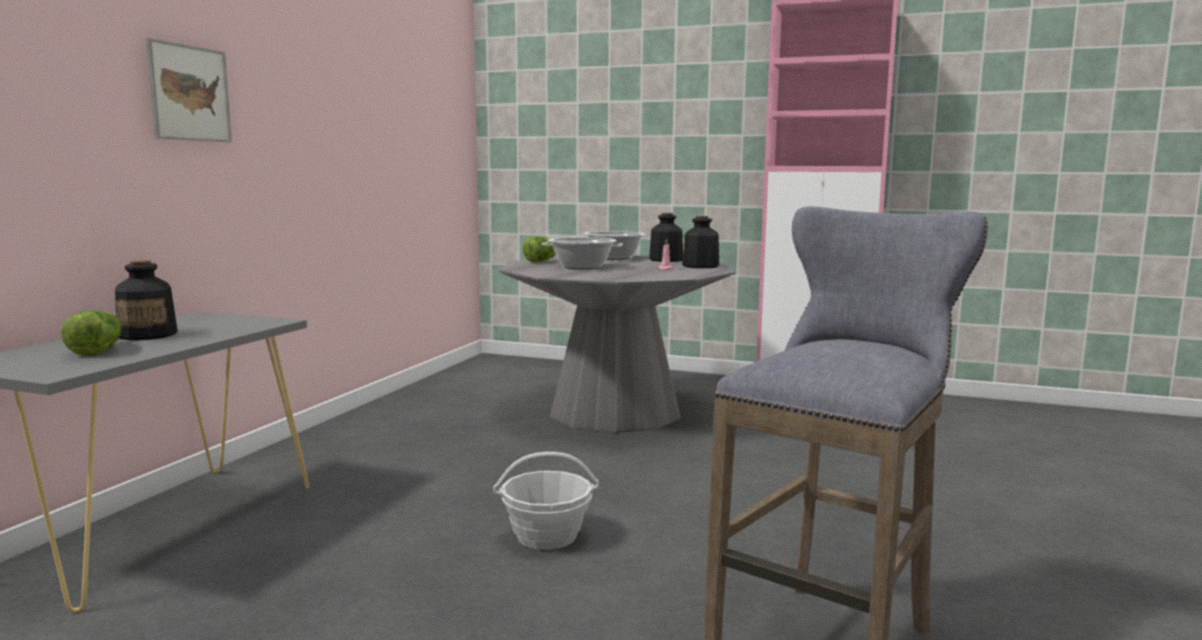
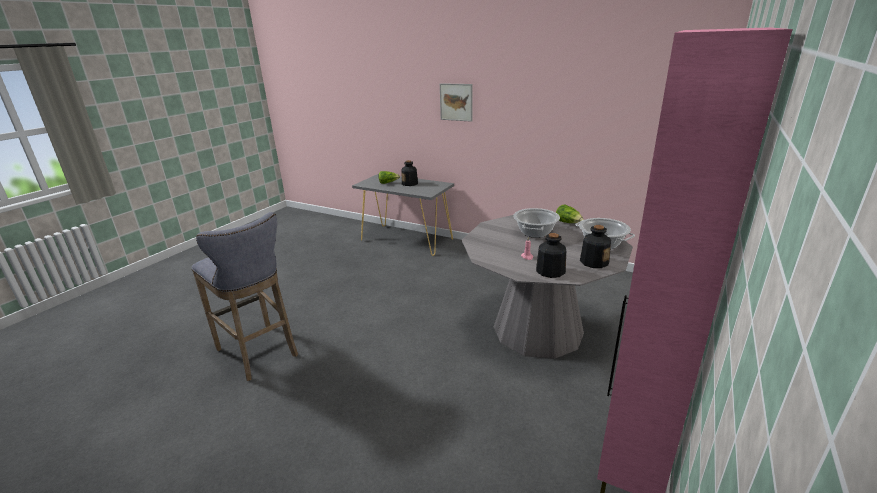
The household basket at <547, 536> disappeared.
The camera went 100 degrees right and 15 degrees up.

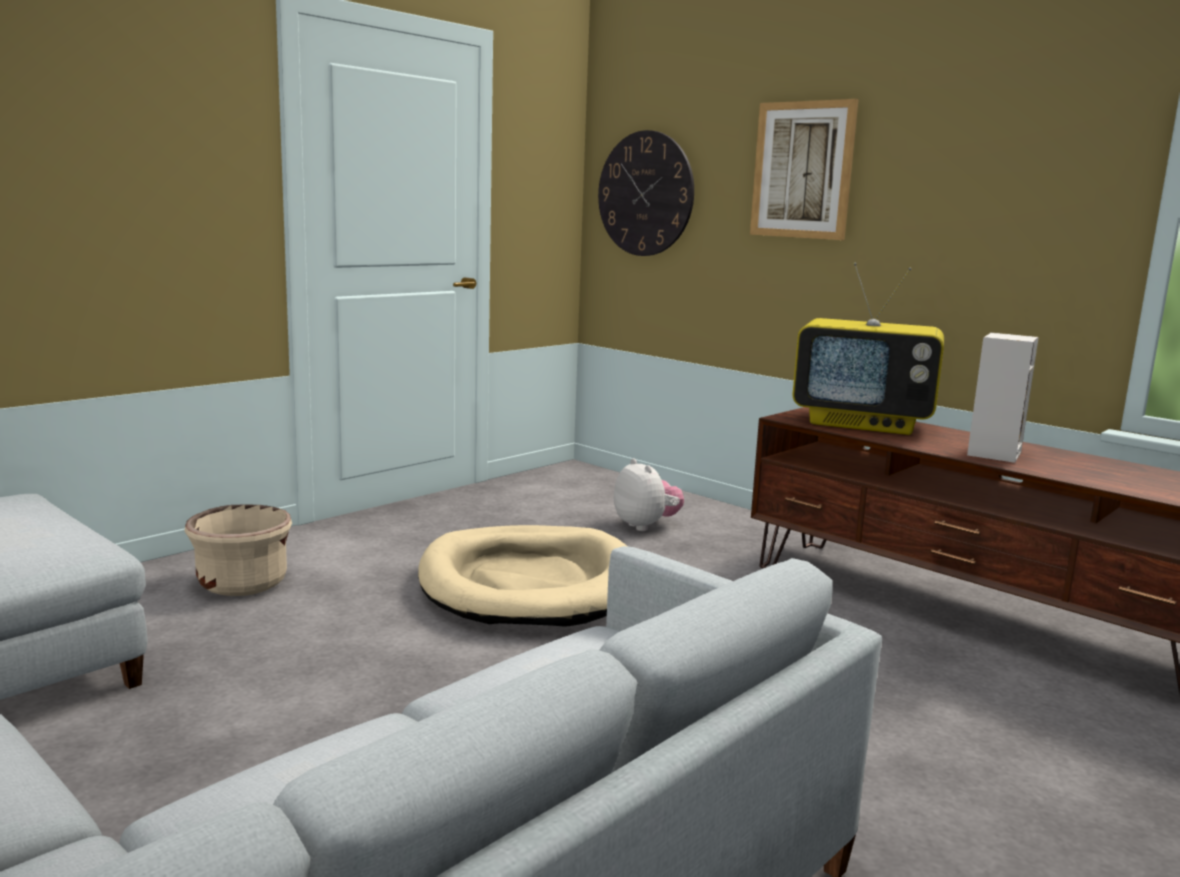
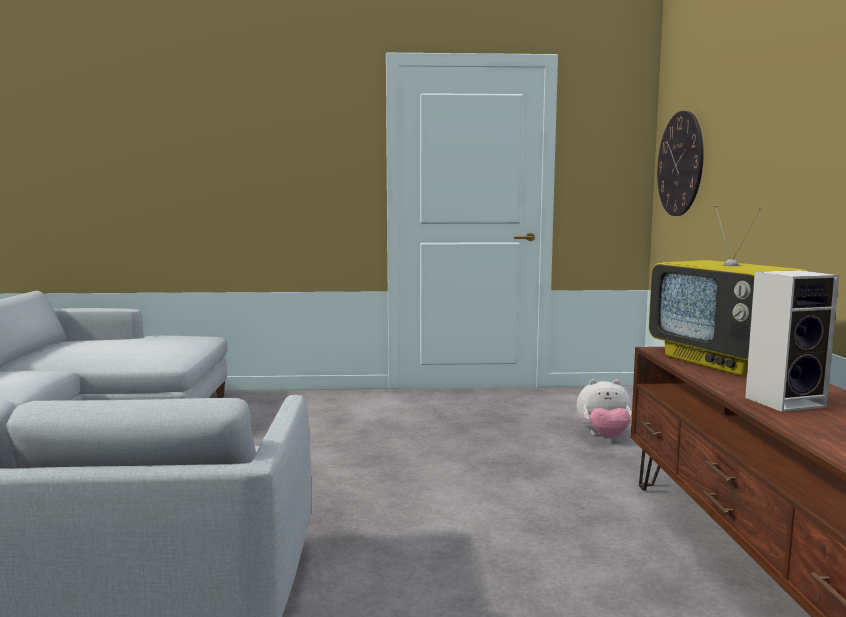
The beige-coloured flower pot at <243, 583> disappeared.
The beige-coloured pet bed at <529, 584> disappeared.
The plush toy at <646, 526> turned 75 degrees clockwise.
The picture at <802, 170> disappeared.
The camera went 45 degrees right and 5 degrees down.

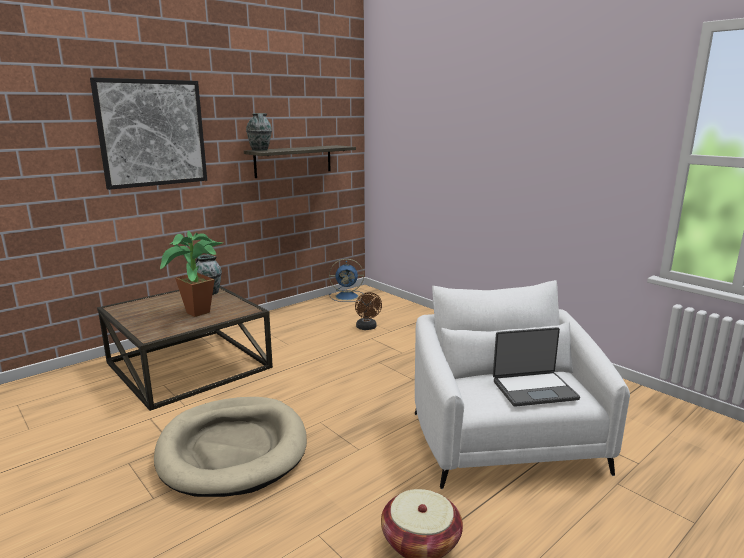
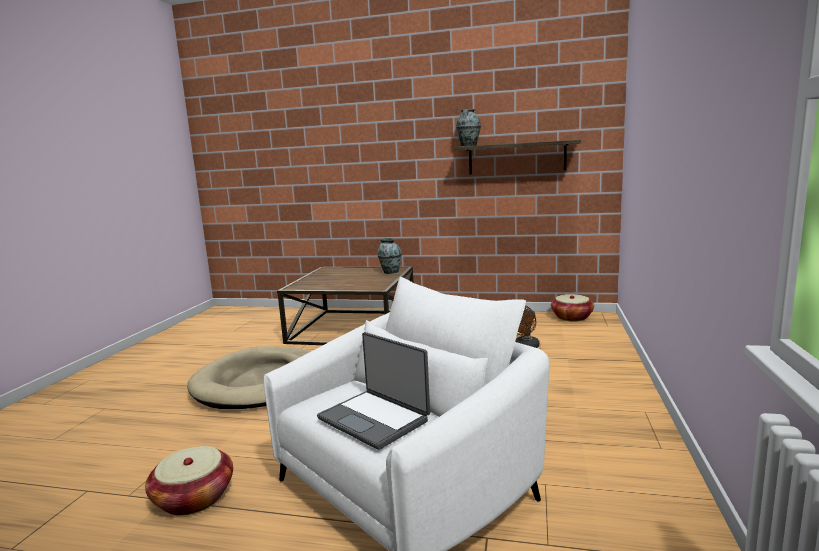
The picture at <152, 133> disappeared.
The houseplant at <198, 314> disappeared.
The blue fan at <348, 296> was replaced by the household basket at <572, 317>.
The camera went 55 degrees right and 5 degrees down.

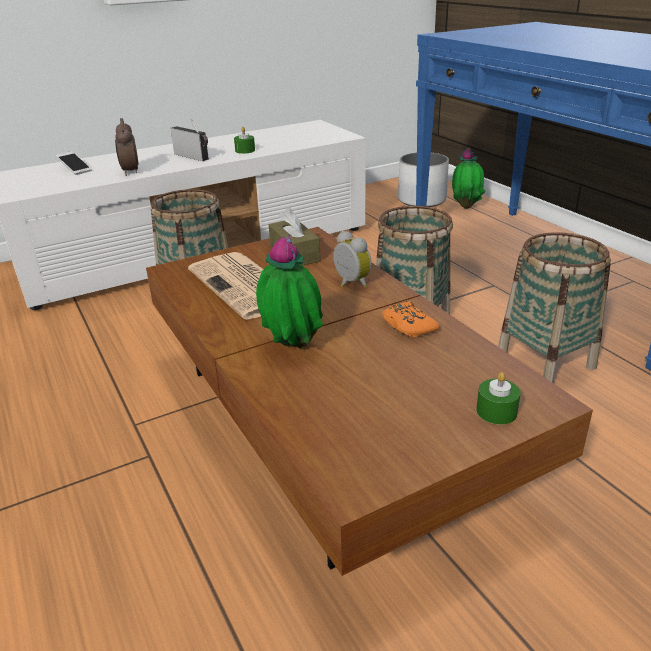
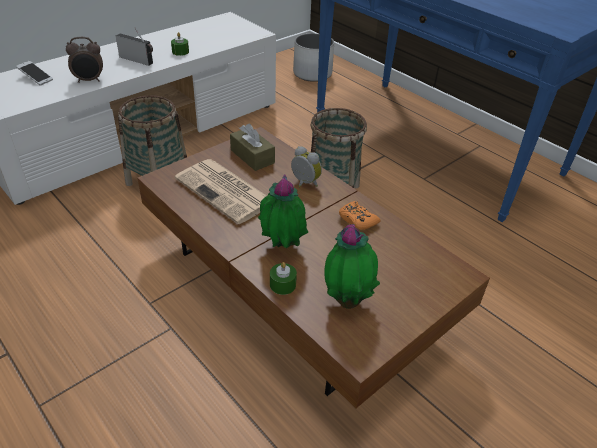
The bedside clock at <130, 172> turned 75 degrees counterclockwise.
The houseplant moved from <466, 206> to <347, 300>.
The green-coloured wax candle moved from <496, 411> to <282, 284>.
The household basket at <546, 361> disappeared.
The camera went 15 degrees left and 10 degrees up.

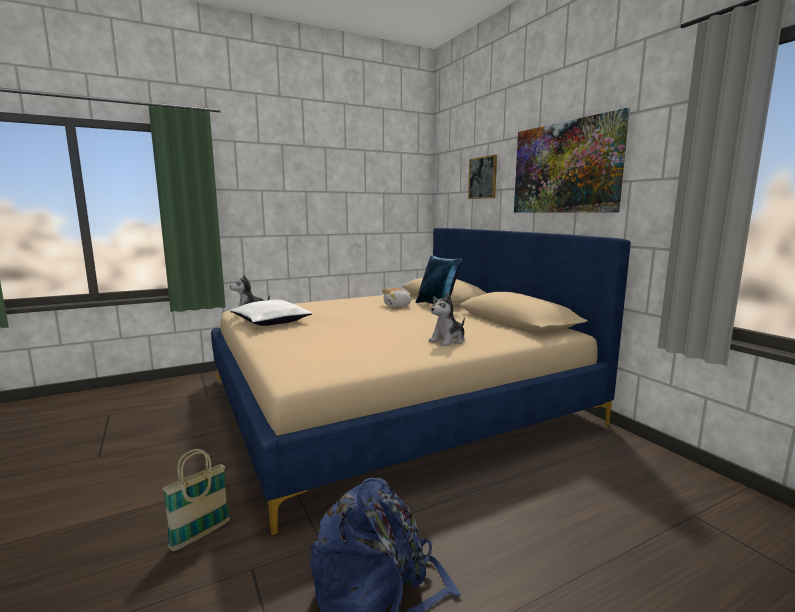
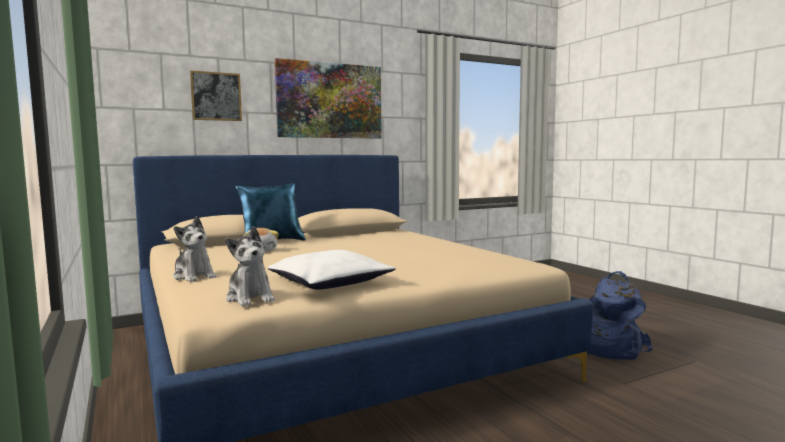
The household basket at <200, 535> disappeared.
The plush toy moved from <448, 341> to <194, 276>.
The camera went 90 degrees left and 5 degrees down.

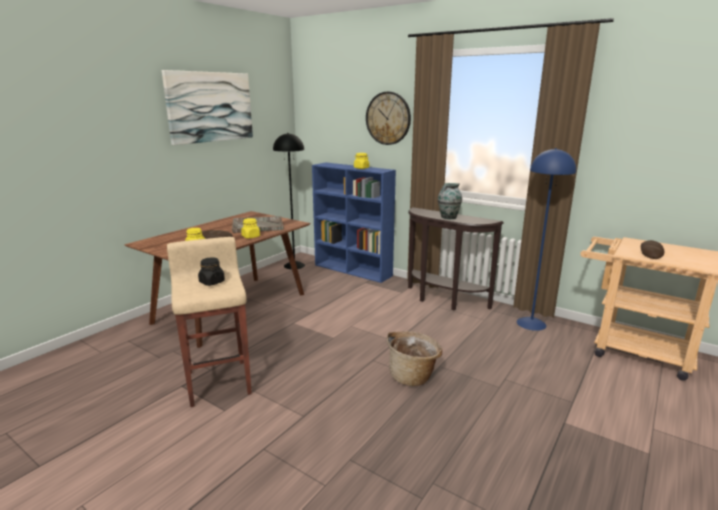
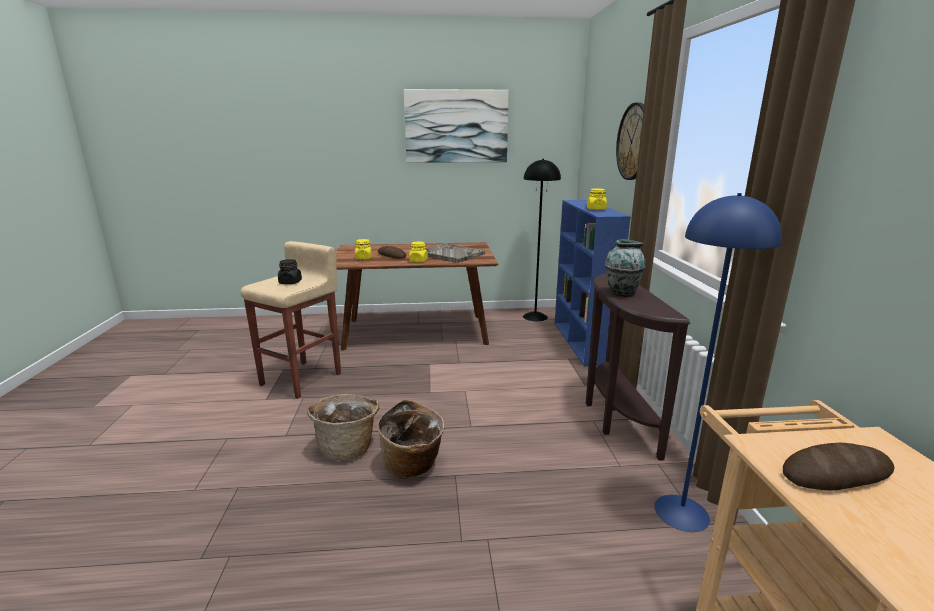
The household basket at <347, 447> appeared.
The camera went 50 degrees right and 0 degrees up.

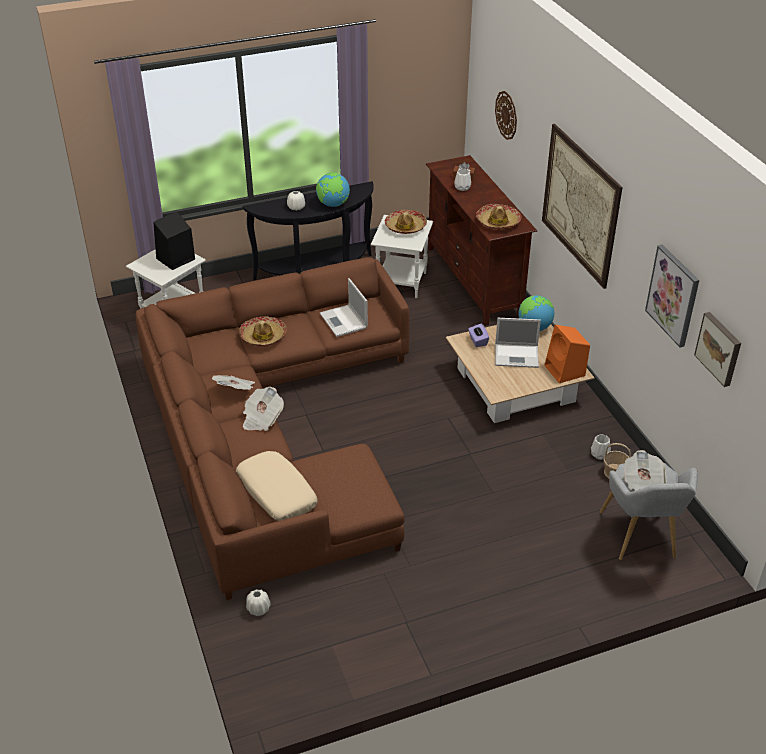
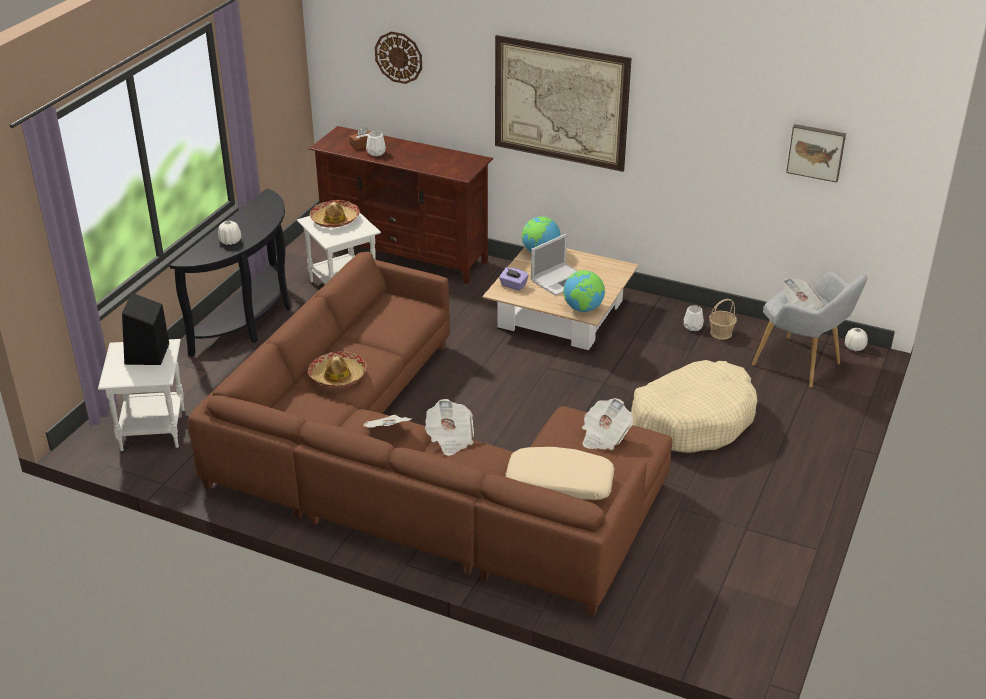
The white-coloured vase moved from <258, 609> to <854, 347>.
The world globe moved from <333, 204> to <583, 309>.
The laptop at <344, 321> disappeared.
The hat at <498, 222> disappeared.
The orange-coloured loudspeaker at <565, 371> disappeared.
The picture at <673, 295> disappeared.
The newspaper at <604, 436> appeared.
The beige-coloured pet bed at <693, 420> appeared.
The camera went 45 degrees left and 5 degrees down.

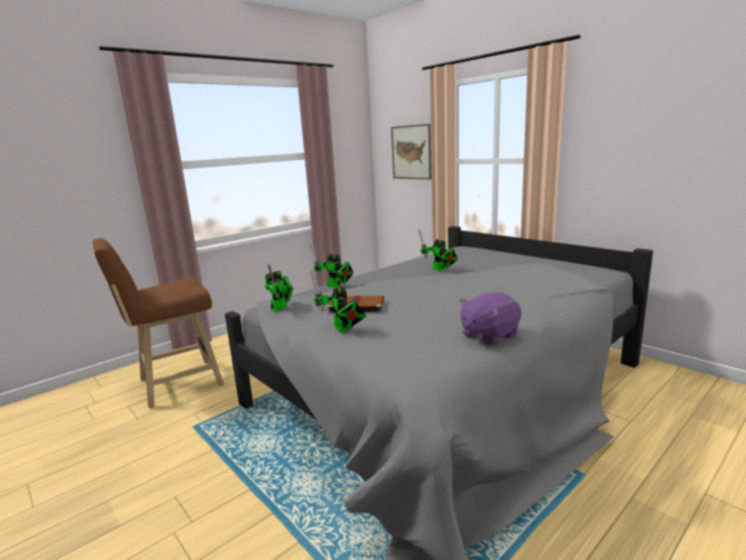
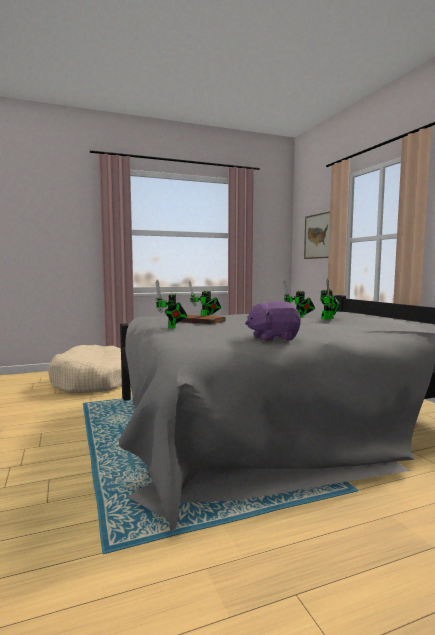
The brownish stool at <175, 384> was replaced by the beige-coloured pet bed at <93, 381>.
The robot figure moved from <281, 308> to <328, 318>.
The camera went 20 degrees right and 10 degrees down.

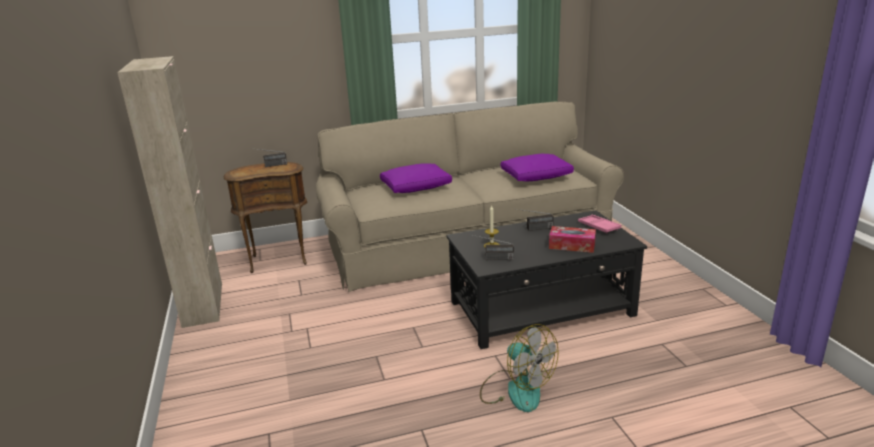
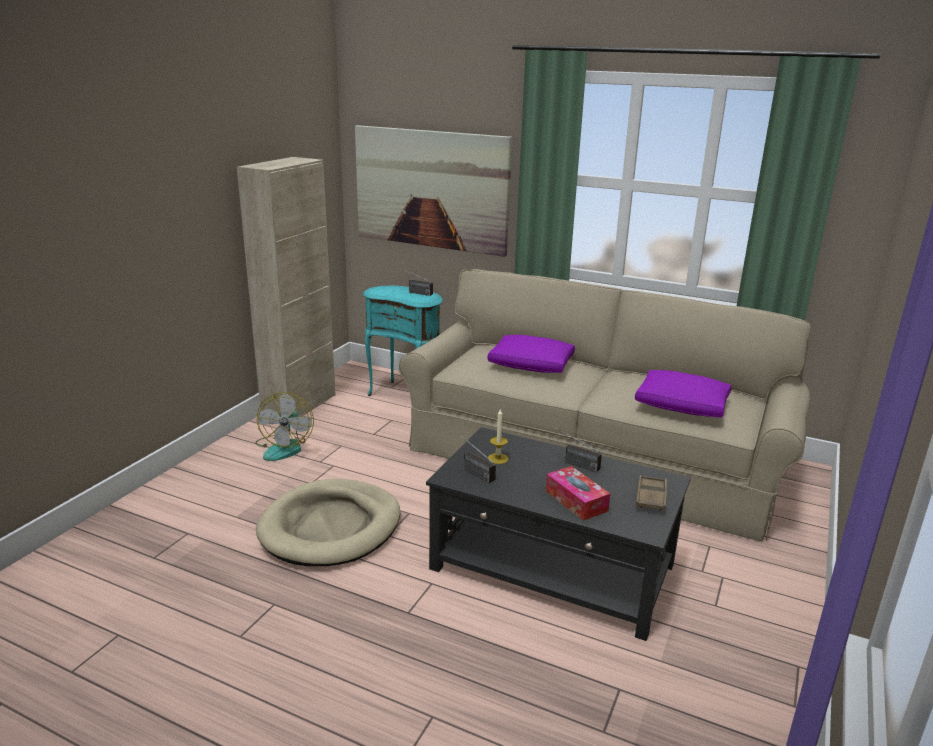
The brownish side table at <278, 259> became the turquoise-coloured side table at <405, 393>.
The fan moved from <516, 389> to <285, 447>.
The pink-coloured serving tray at <598, 227> became the brownish serving tray at <651, 497>.
The beige-coloured pet bed at <331, 527> appeared.
The picture at <431, 189> appeared.
The camera went 40 degrees right and 0 degrees up.

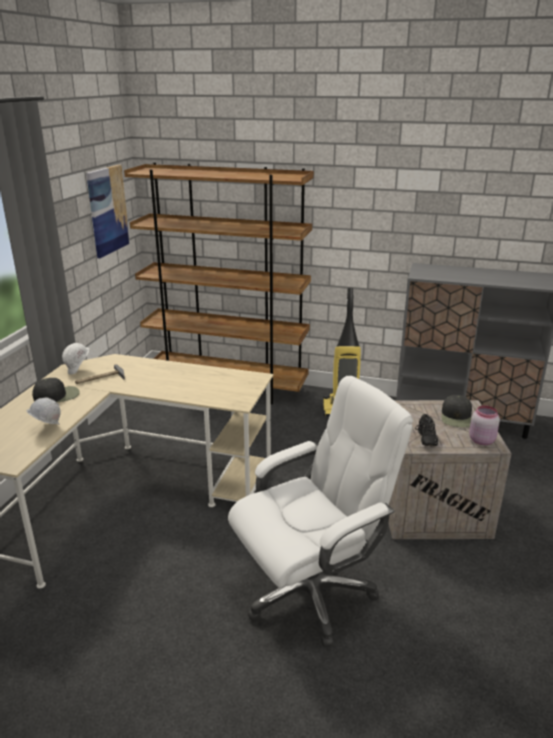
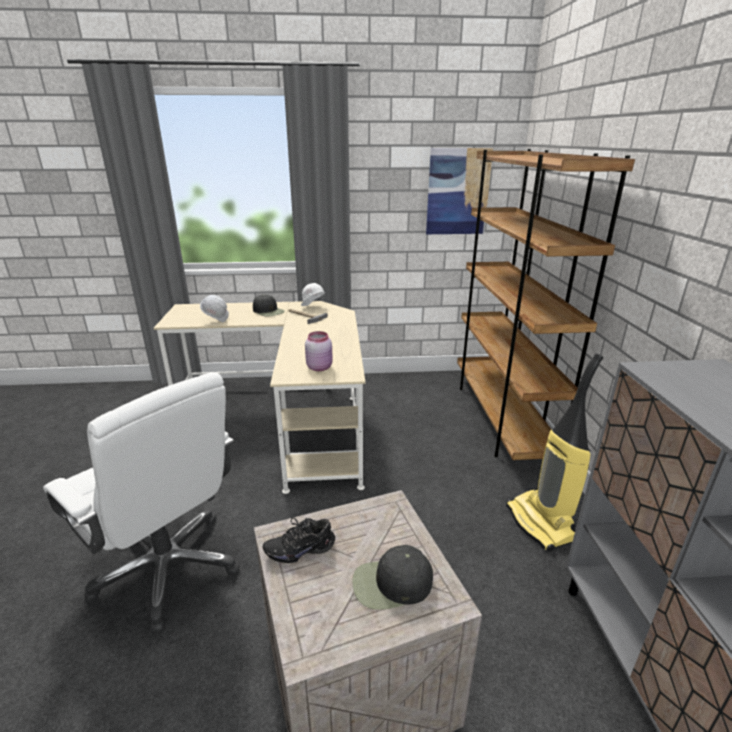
The pink-coloured storage jar moved from <481, 440> to <320, 367>.
The camera went 70 degrees right and 0 degrees up.

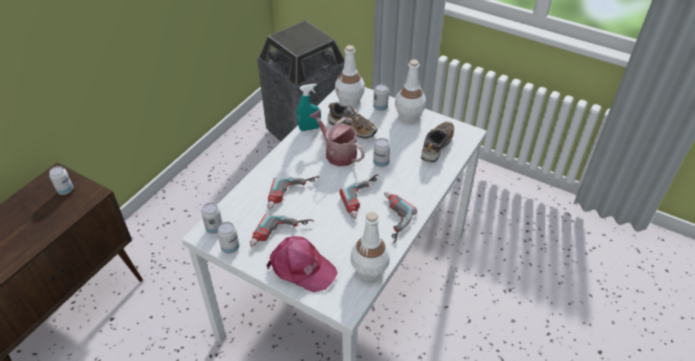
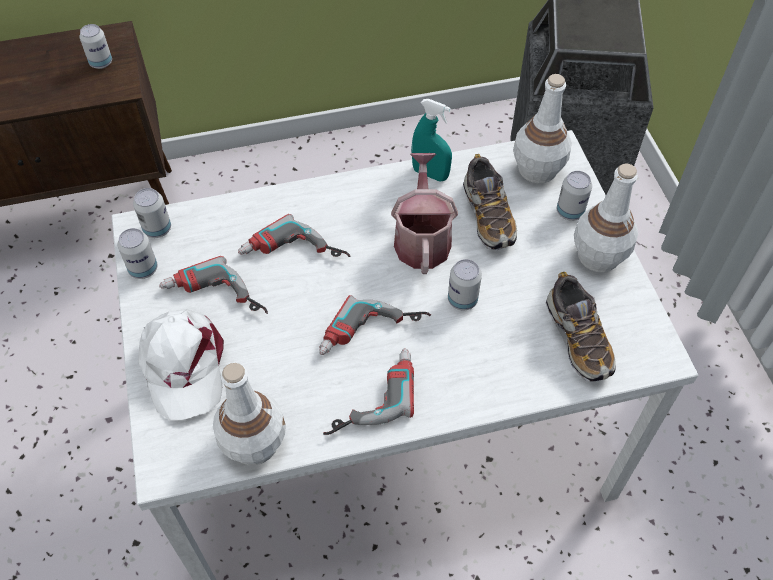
The pink-coloured cap at <301, 268> became the white-coloured cap at <183, 366>.
The item of footwear at <436, 147> turned 90 degrees clockwise.
The camera went 45 degrees right and 10 degrees up.

